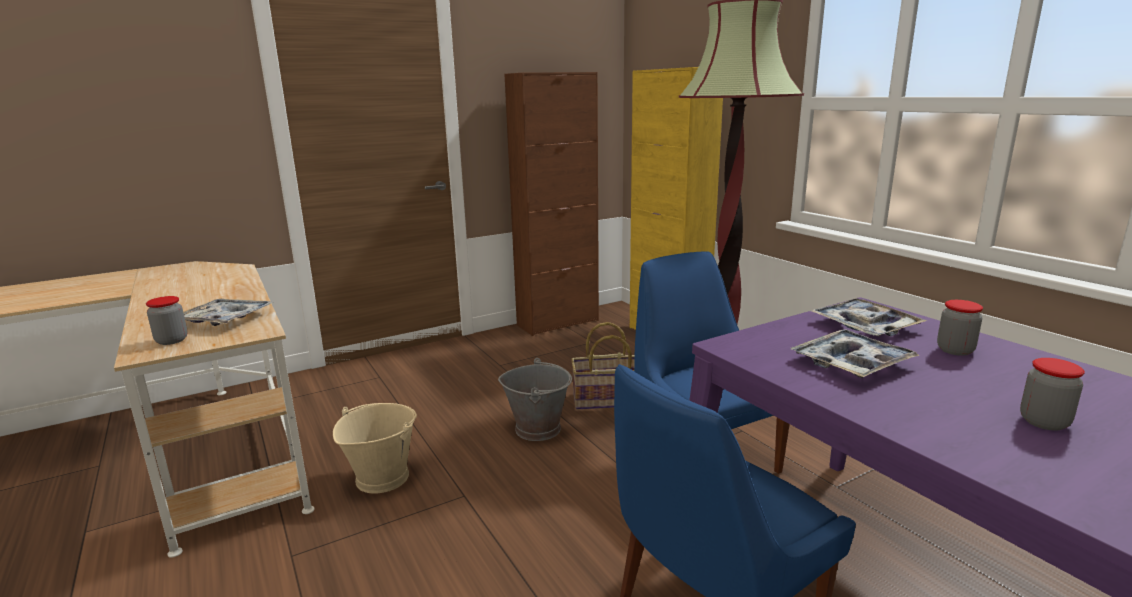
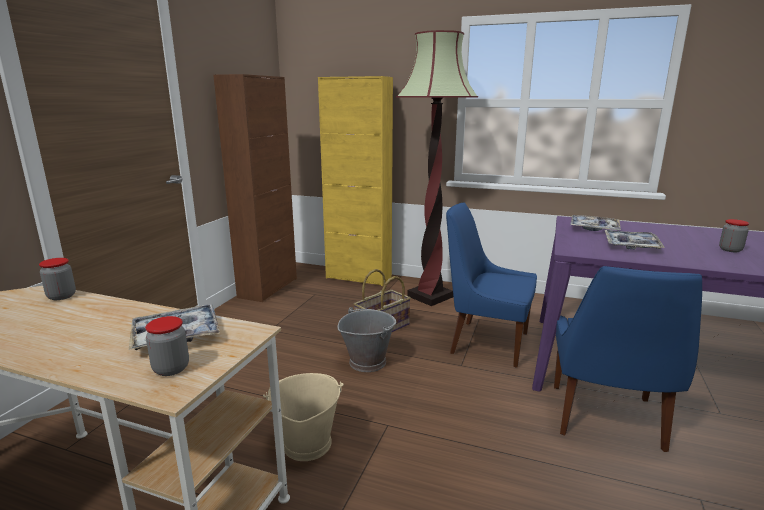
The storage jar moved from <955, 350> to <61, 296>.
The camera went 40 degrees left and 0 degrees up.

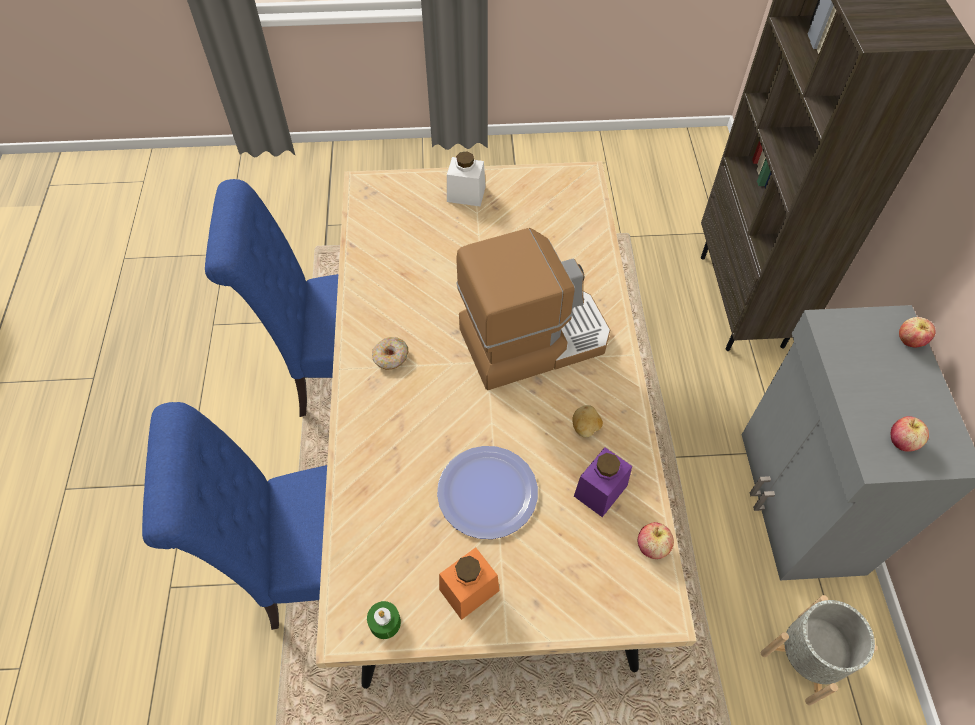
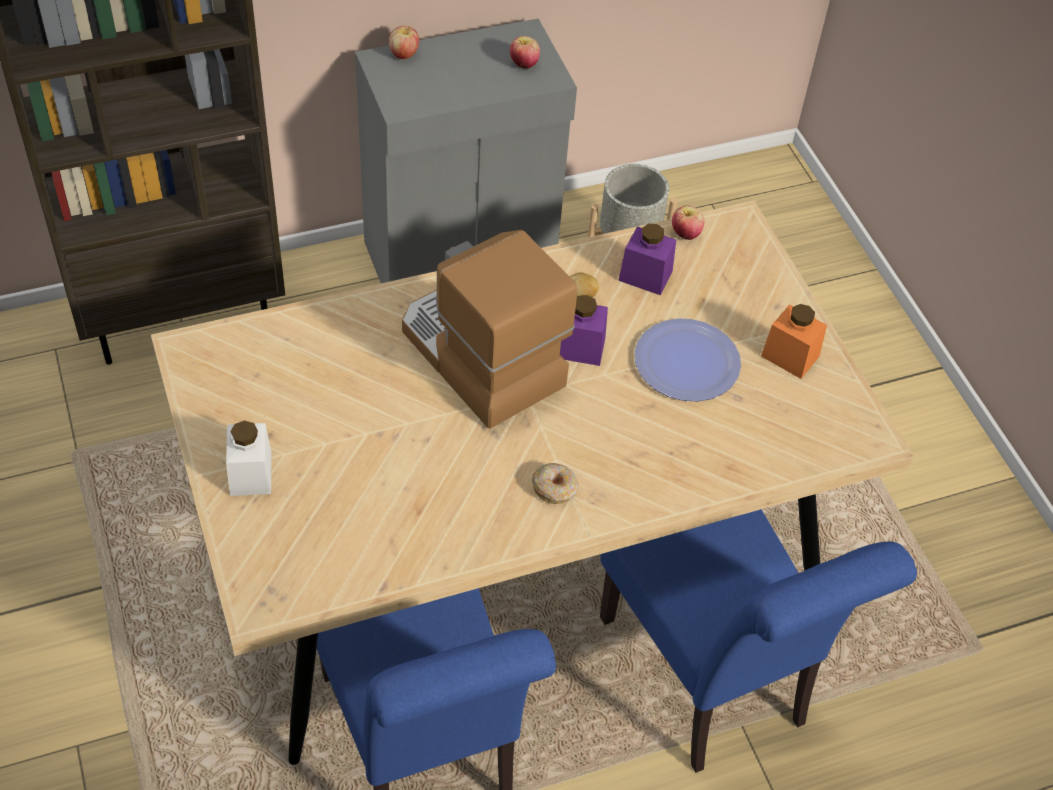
The green-coloured wax candle at <385, 623> disappeared.
The purple storage jar at <579, 347> appeared.
The camera went 110 degrees left and 5 degrees down.

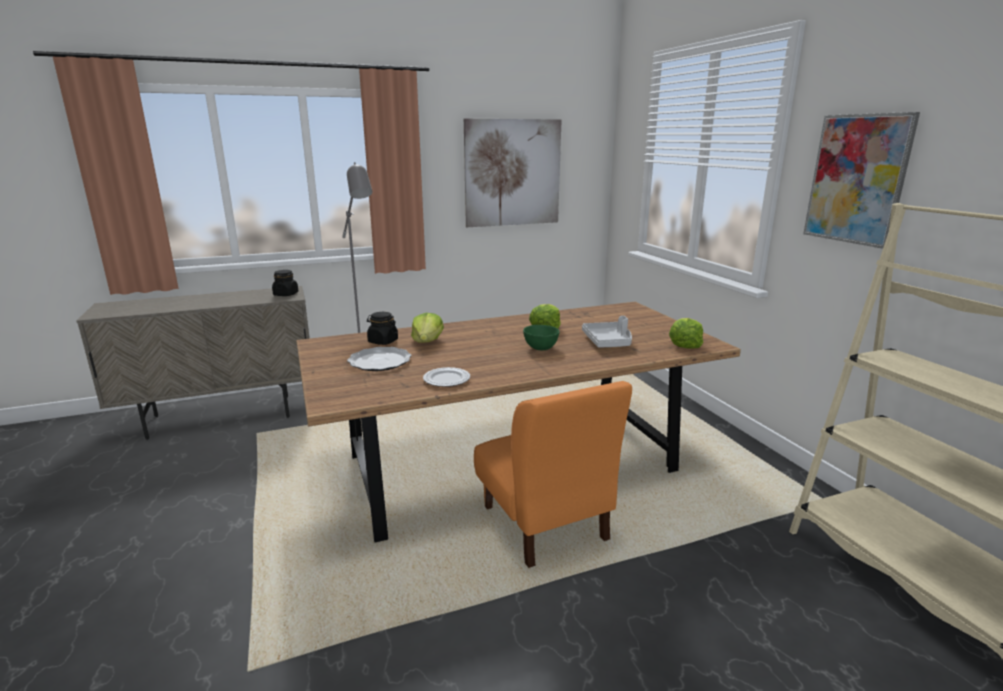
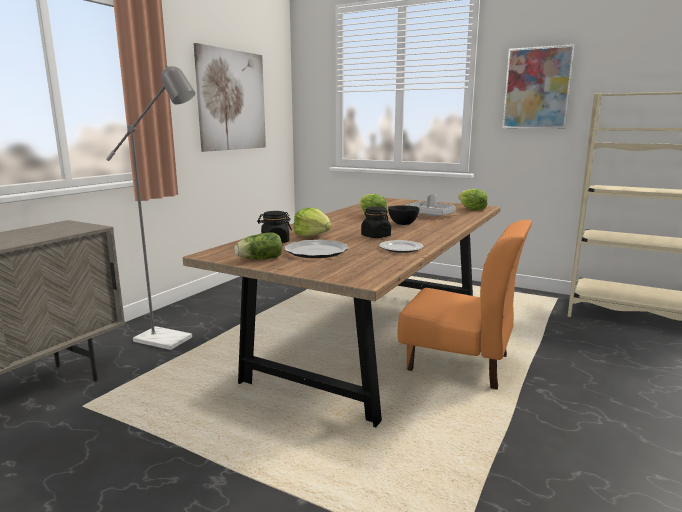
The black-coloured storage jar moved from <286, 294> to <375, 236>.
The green-coloured bowl at <540, 348> became the black-coloured bowl at <402, 224>.
The lettuce head at <258, 259> appeared.
The camera went 40 degrees left and 5 degrees down.

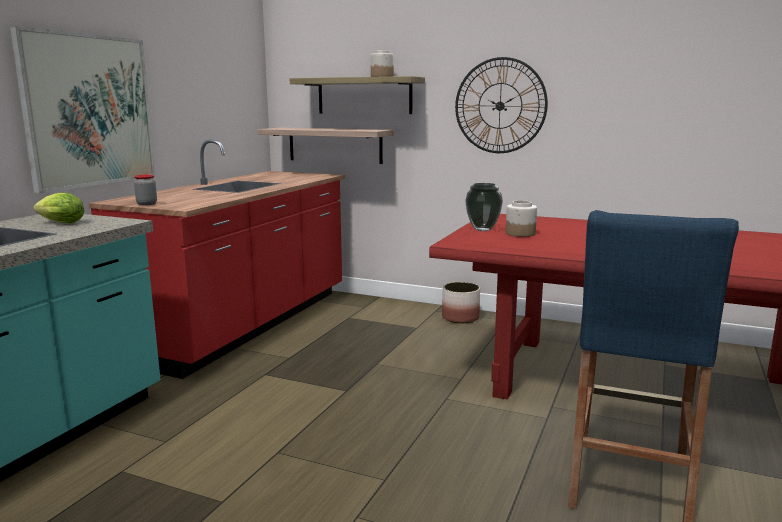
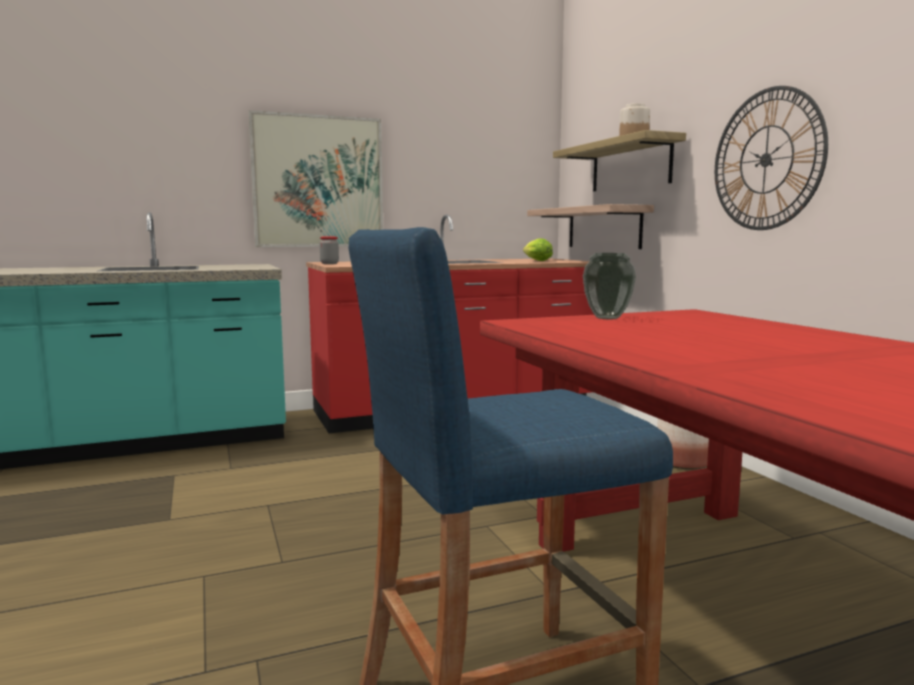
The lettuce head moved from <59, 223> to <536, 261>.
The storage jar at <520, 233> disappeared.
The camera went 45 degrees right and 5 degrees down.

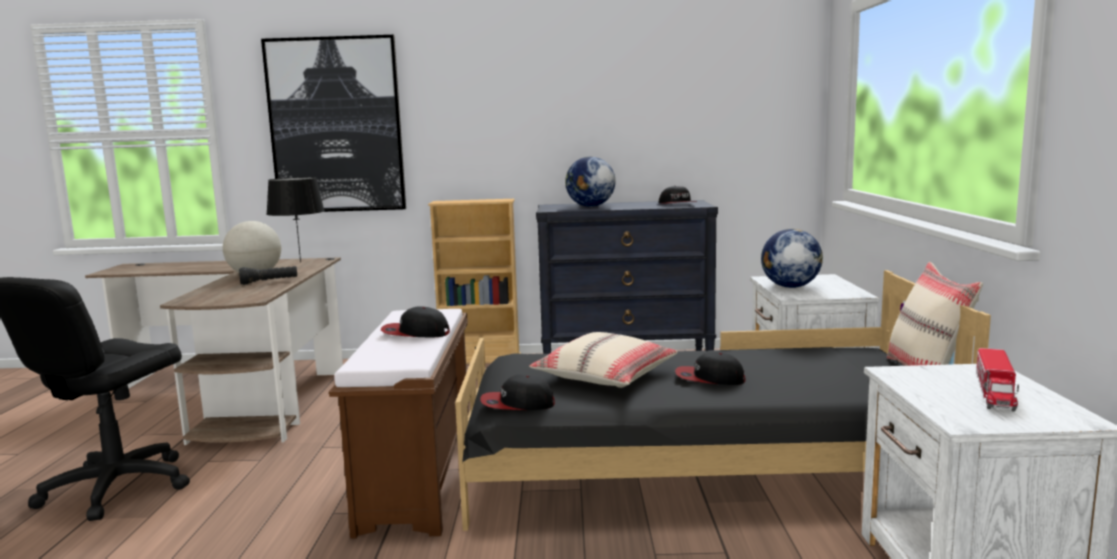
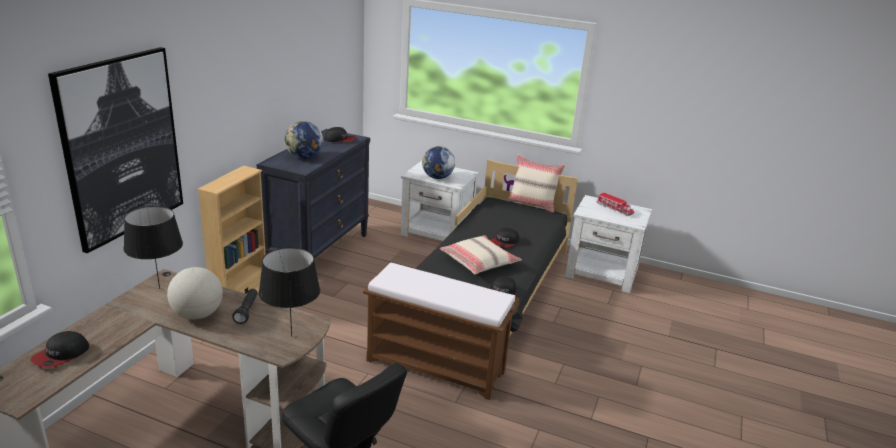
The cap moved from <415, 333> to <61, 355>.
The black-coloured tabletop lamp at <291, 336> appeared.
The camera went 70 degrees left and 15 degrees up.

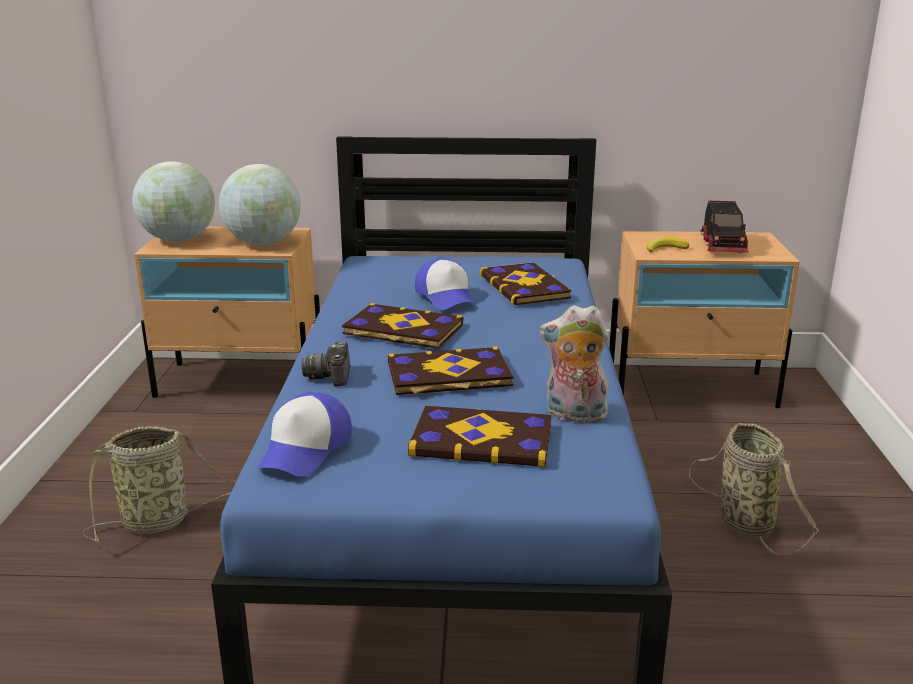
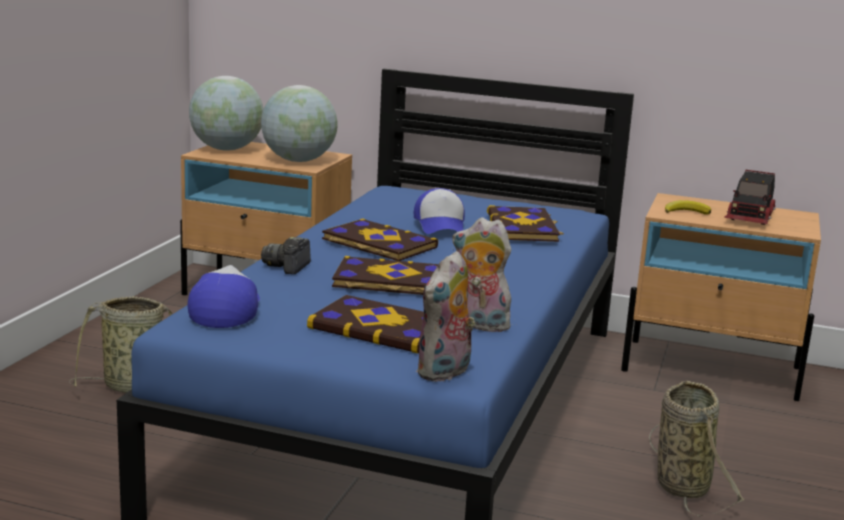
The cap at <306, 449> turned 150 degrees clockwise.
The plush toy at <445, 373> appeared.
The camera went 15 degrees right and 5 degrees down.

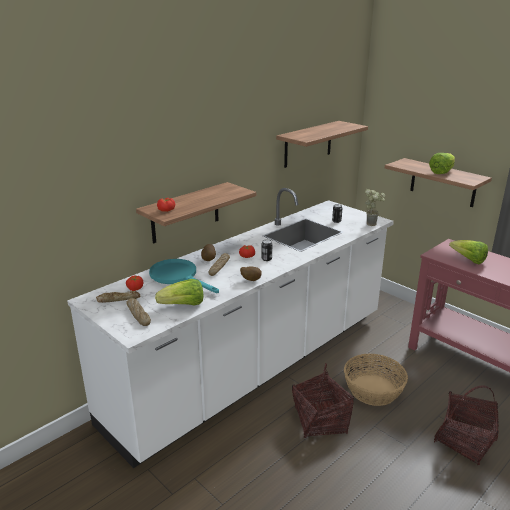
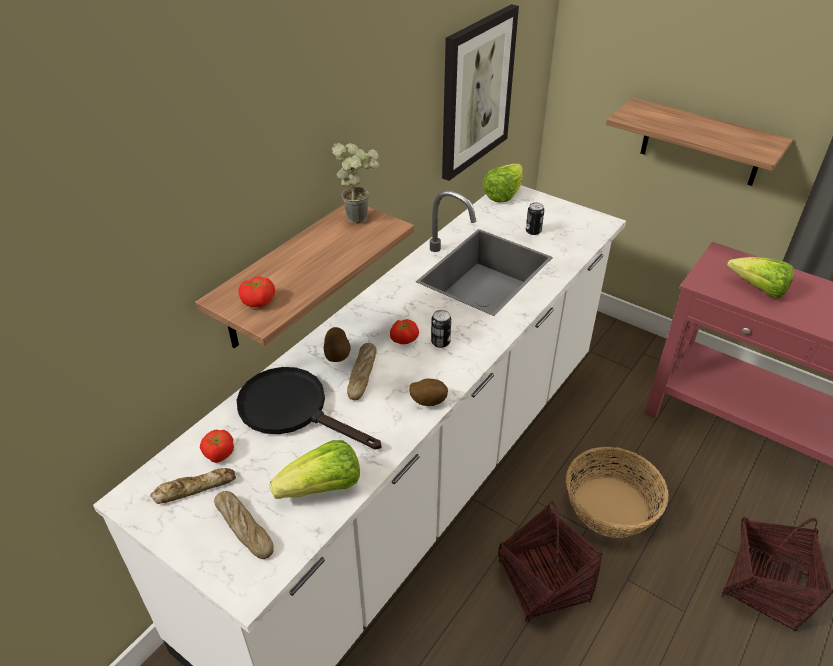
The turquoise-coloured pan at <178, 277> became the black-coloured pan at <293, 410>.
The wall shelf at <308, 144> was replaced by the picture at <476, 92>.
The houseplant moved from <372, 223> to <360, 216>.
The lettuce head moved from <441, 172> to <503, 194>.
The camera went 10 degrees left and 15 degrees up.

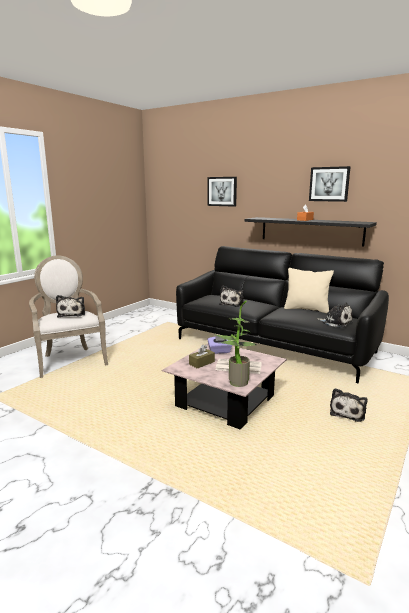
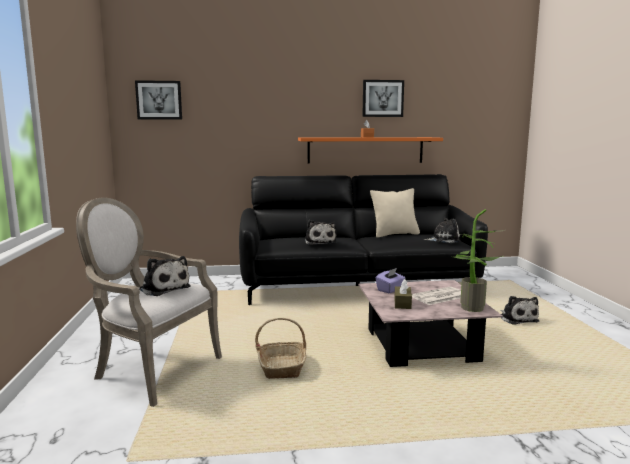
The picture moved from <222, 191> to <159, 100>.
The black-coloured wall shelf at <311, 231> became the orange-coloured wall shelf at <365, 150>.
The household basket at <282, 367> appeared.
The camera went 40 degrees left and 5 degrees down.

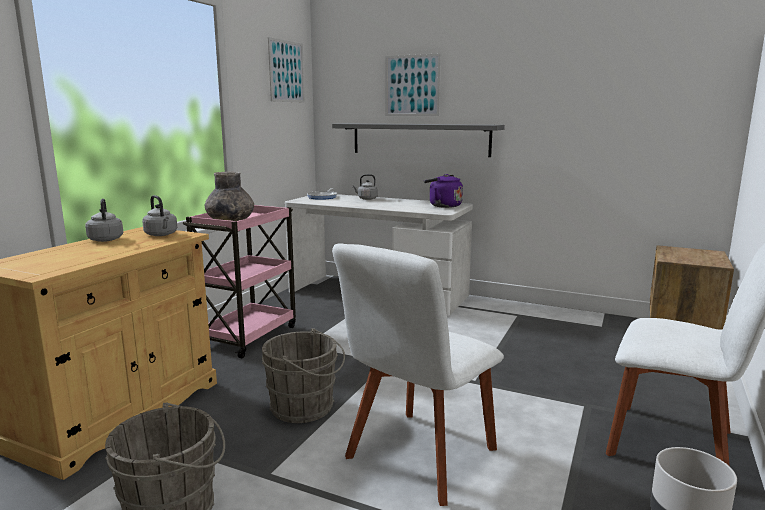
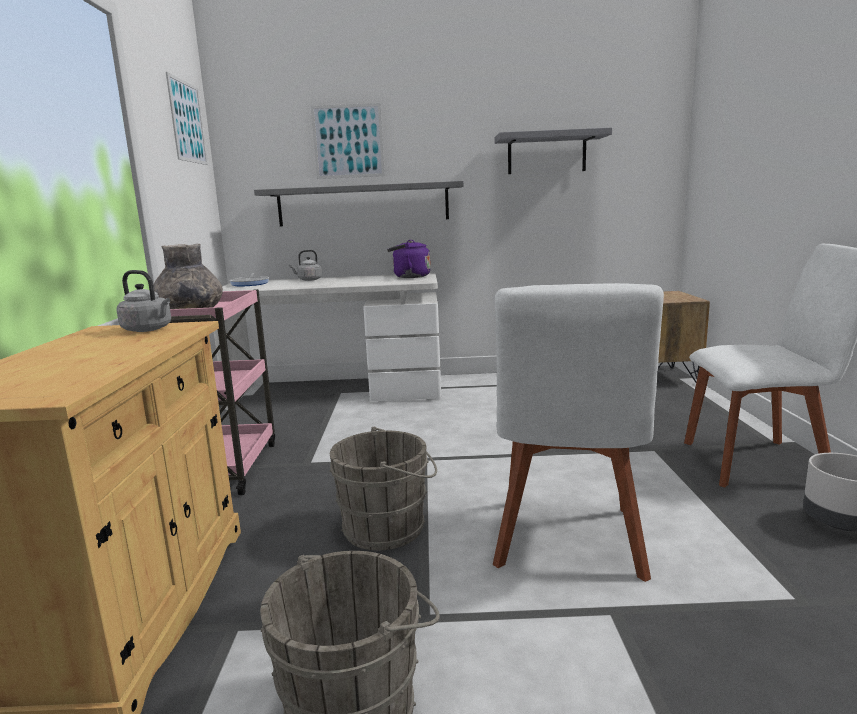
The grey kettle at <106, 239> disappeared.
The grey wall shelf at <546, 153> appeared.
The camera went 25 degrees left and 0 degrees up.

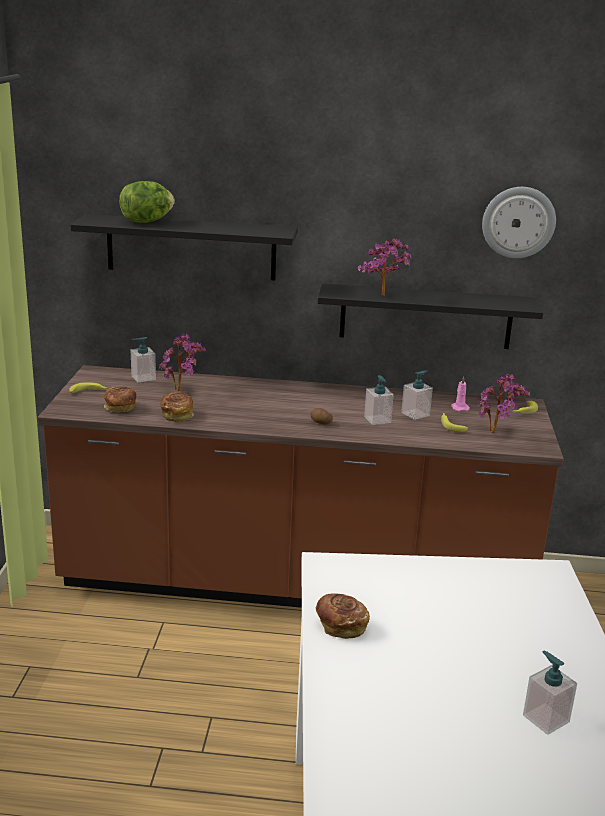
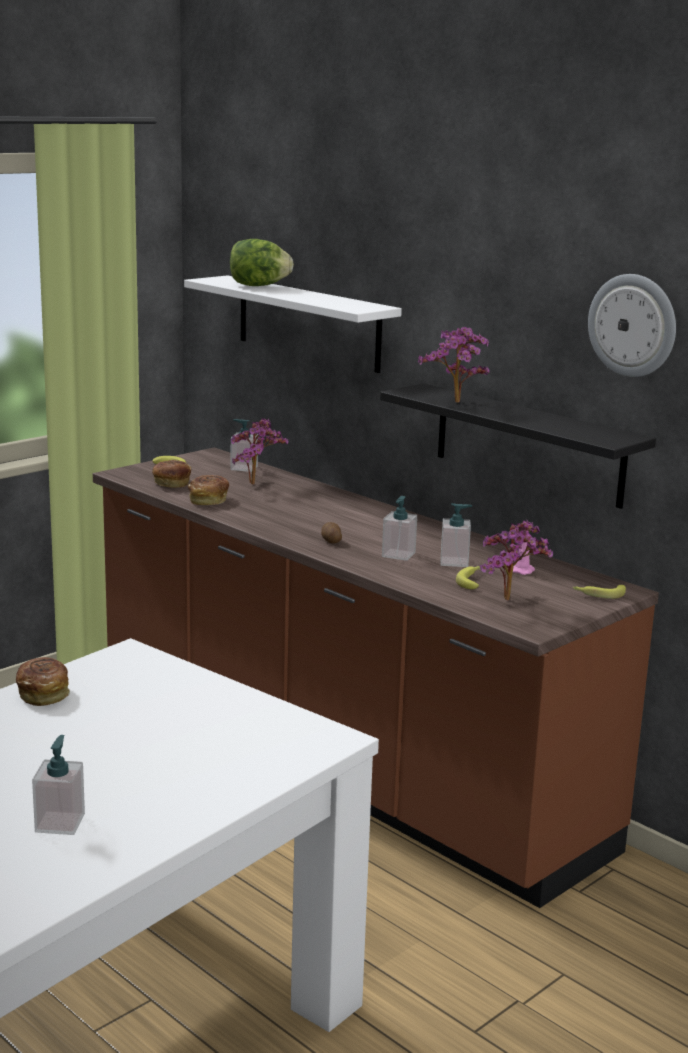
The black-coloured wall shelf at <191, 247> became the white-coloured wall shelf at <308, 323>.
The camera went 40 degrees right and 5 degrees down.

